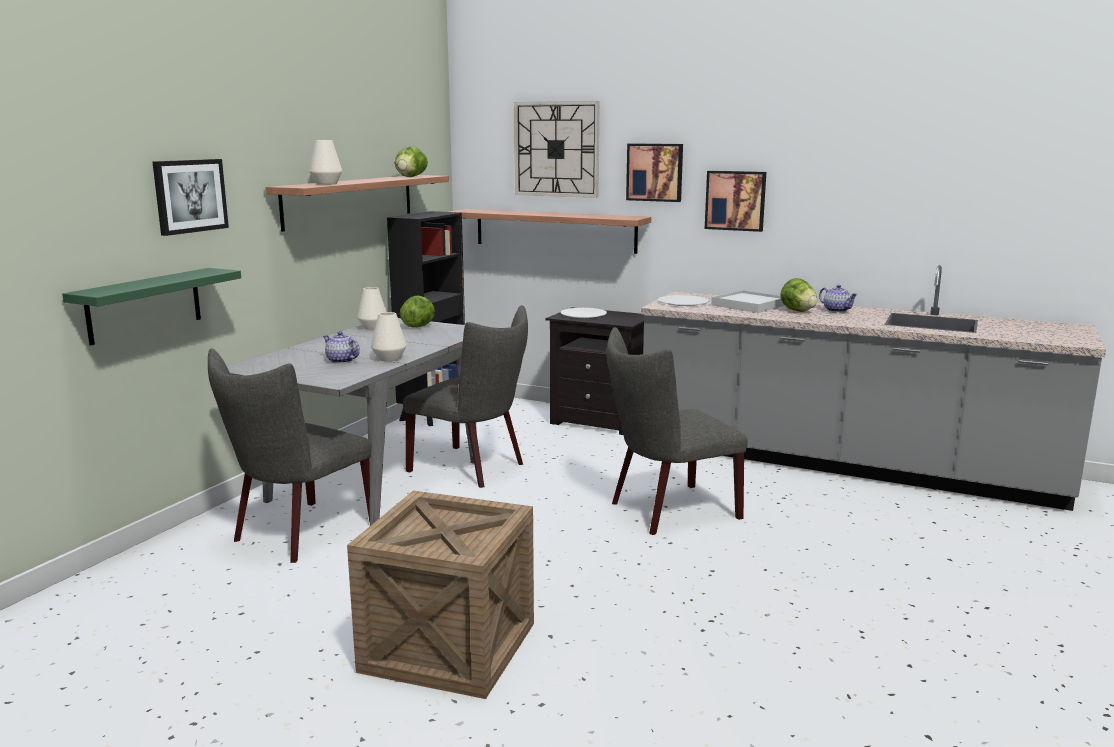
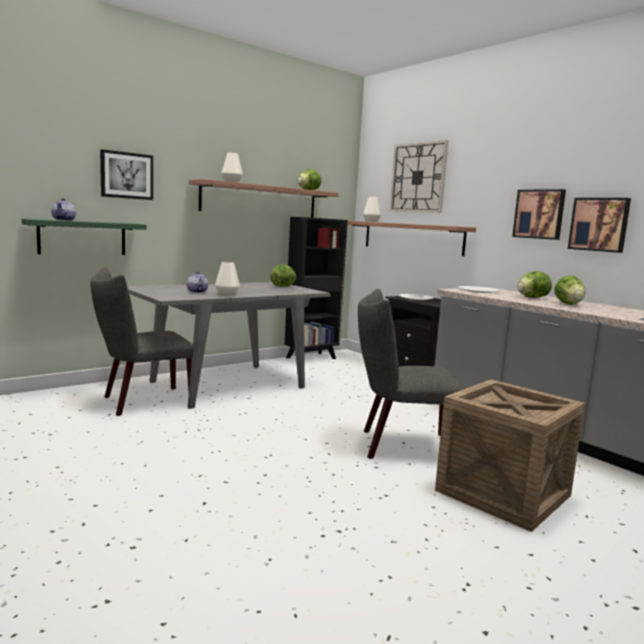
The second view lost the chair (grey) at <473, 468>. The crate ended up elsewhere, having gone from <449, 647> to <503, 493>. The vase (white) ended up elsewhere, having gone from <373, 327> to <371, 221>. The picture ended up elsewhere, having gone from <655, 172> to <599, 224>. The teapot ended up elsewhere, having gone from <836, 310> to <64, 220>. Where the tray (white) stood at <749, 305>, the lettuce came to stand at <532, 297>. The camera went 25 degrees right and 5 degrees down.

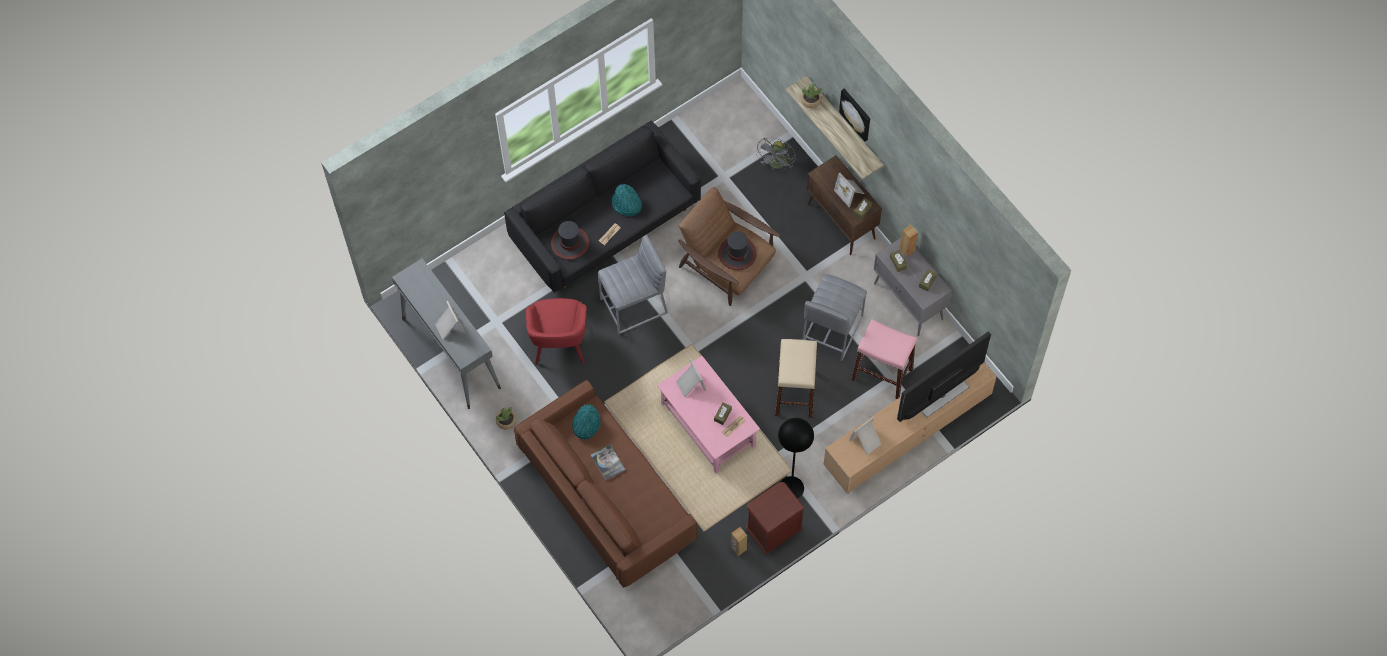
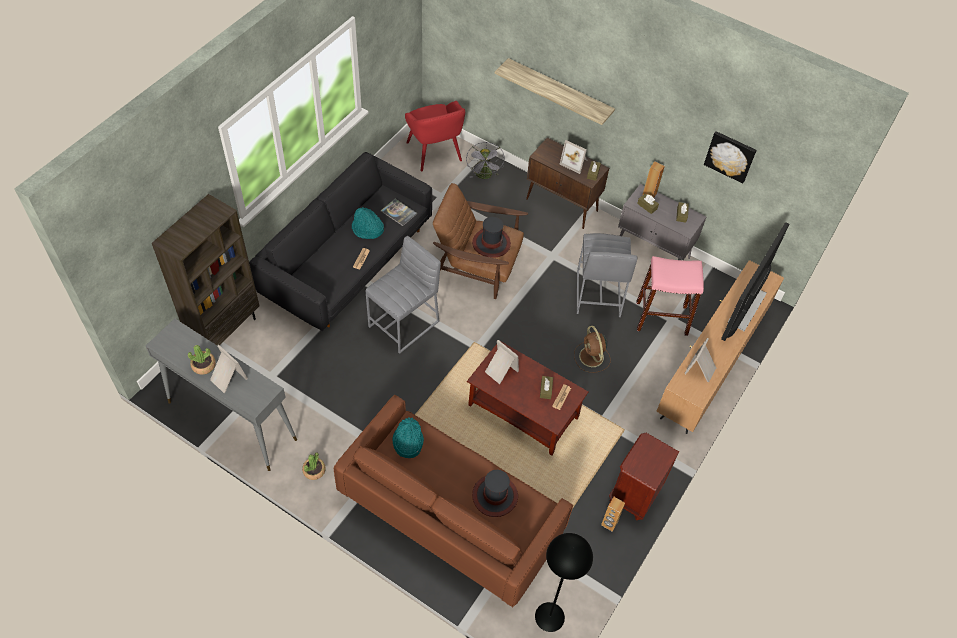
The second view gained the bookcase (brown) at <226, 330>. The armchair (red) ended up elsewhere, having gone from <559, 344> to <434, 152>. The hat ended up elsewhere, having gone from <569, 243> to <495, 496>. The book ended up elsewhere, having gone from <608, 462> to <398, 212>. The floor lamp (black) ended up elsewhere, having gone from <791, 488> to <549, 617>. The potted plant ended up elsewhere, having gone from <811, 100> to <204, 365>. The picture ended up elsewhere, having gone from <856, 114> to <730, 156>. Where the stool (beige) stood at <795, 393>, the fan (brown) came to stand at <591, 357>. What was the coffee table (pink) at <707, 424> turned into the coffee table (brown) at <522, 411>. The camera went 25 degrees left and 10 degrees down.

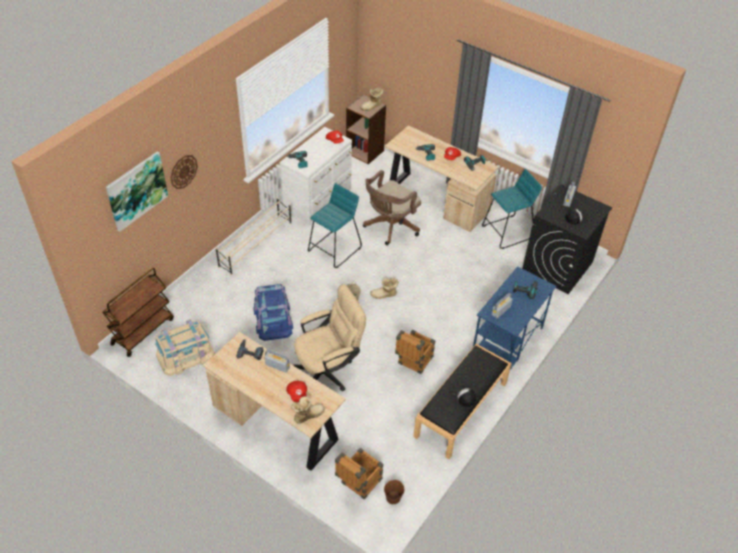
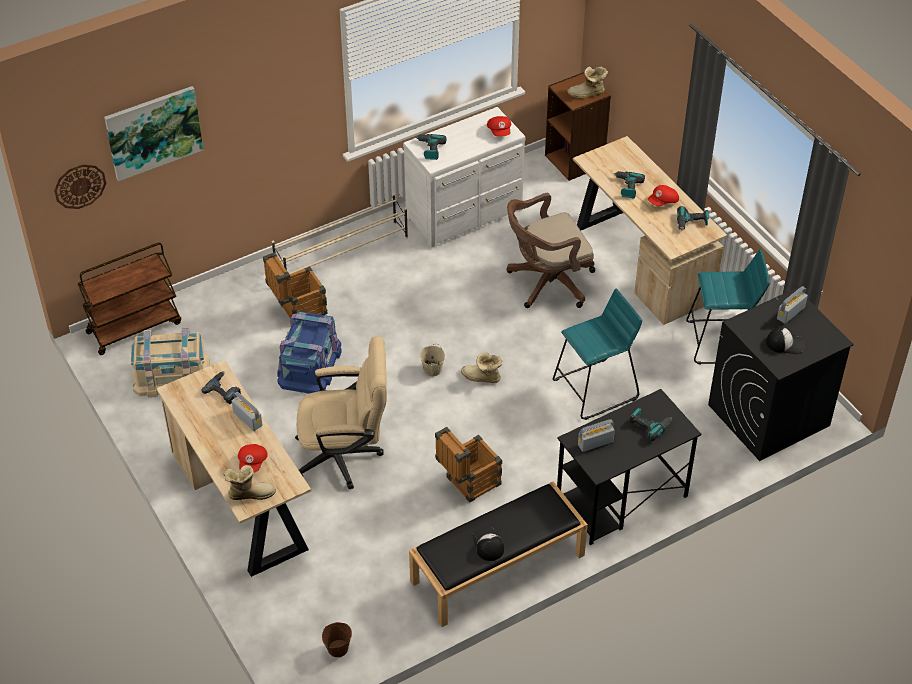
The wall clock ended up elsewhere, having gone from <183, 171> to <80, 186>. The stool (turquoise) ended up elsewhere, having gone from <335, 249> to <595, 389>. The crate ended up elsewhere, having gone from <358, 484> to <297, 310>. What was the desk (blue) at <507, 342> turned into the desk (black) at <620, 500>. The camera went 25 degrees right and 0 degrees up.

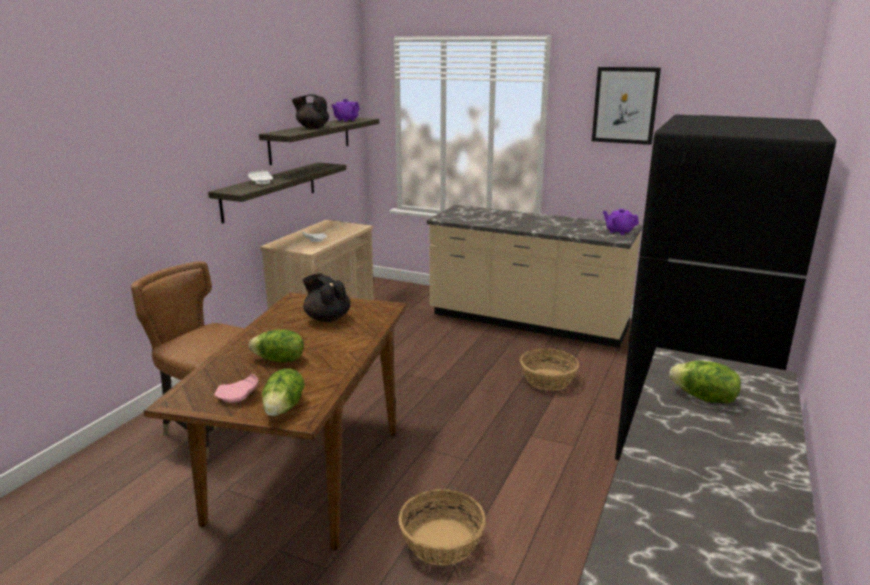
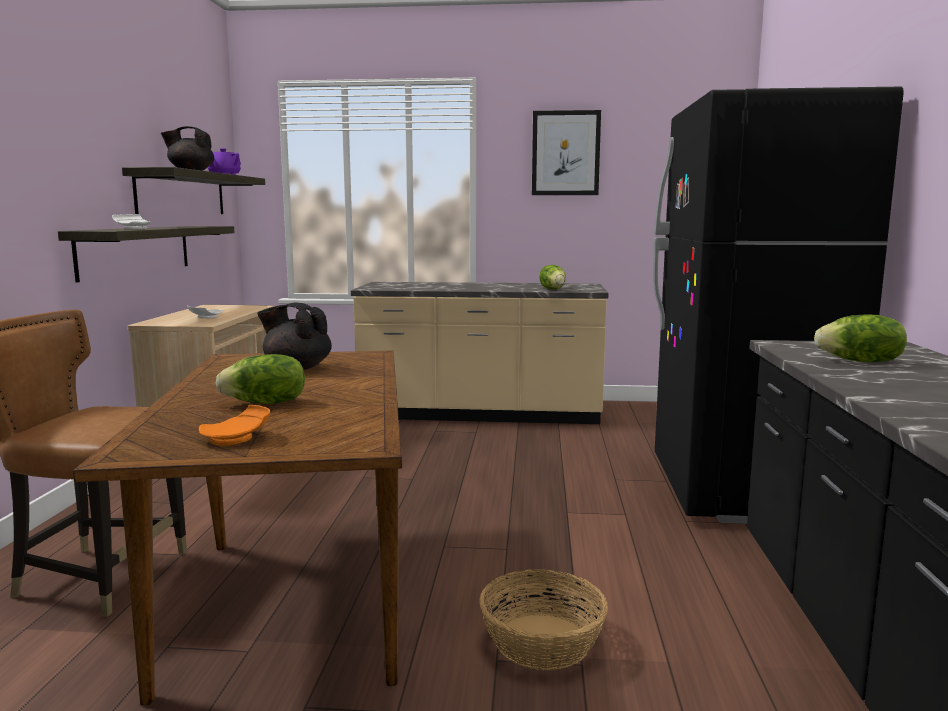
The second view lost the basket at <547, 380>. The second view lost the teapot (purple) at <619, 232>. The lettuce ended up elsewhere, having gone from <284, 408> to <553, 289>. What was the plate (pink) at <238, 397> turned into the plate (orange) at <237, 439>. The camera went 20 degrees left and 10 degrees down.

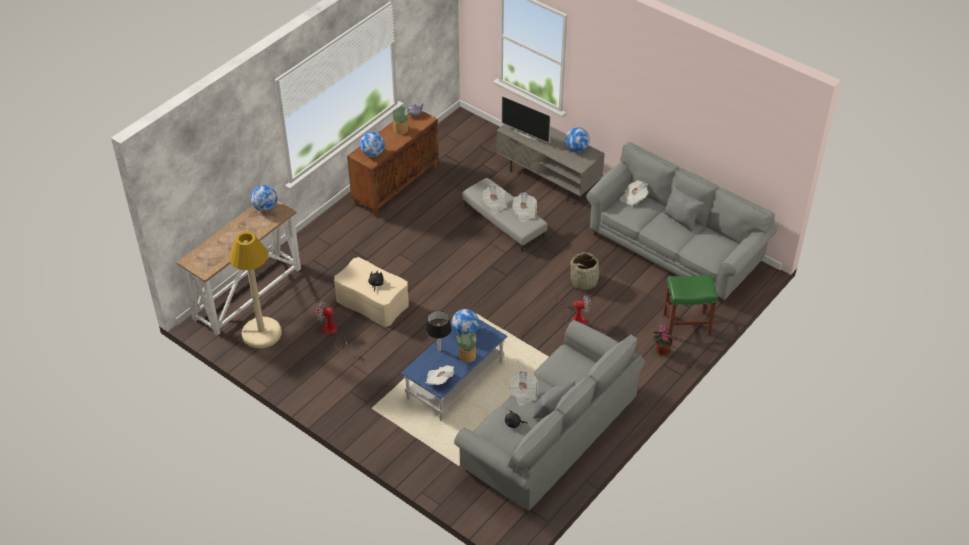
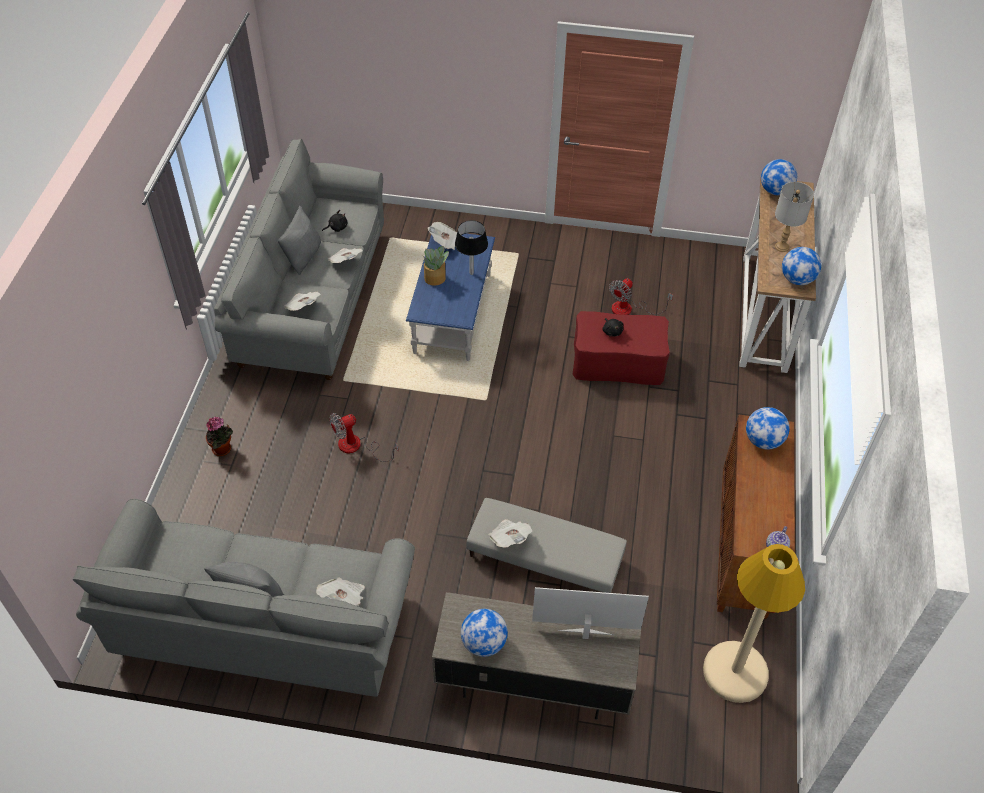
The second view lost the potted plant at <400, 130>. The second view lost the basket at <584, 281>. The second view lost the stool (green) at <685, 324>. The second view gained the table lamp (grey) at <782, 247>. The floor lamp (beige) ended up elsewhere, having gone from <261, 333> to <735, 672>. The globe ended up elsewhere, having gone from <465, 332> to <775, 191>. The newspaper ended up elsewhere, having gone from <494, 204> to <303, 307>. What was the ottoman (beige) at <372, 302> turned into the ottoman (red) at <618, 362>. The fan at <332, 333> ended up facing another way, 150 degrees clockwise from before. The camera went 150 degrees right and 5 degrees up.

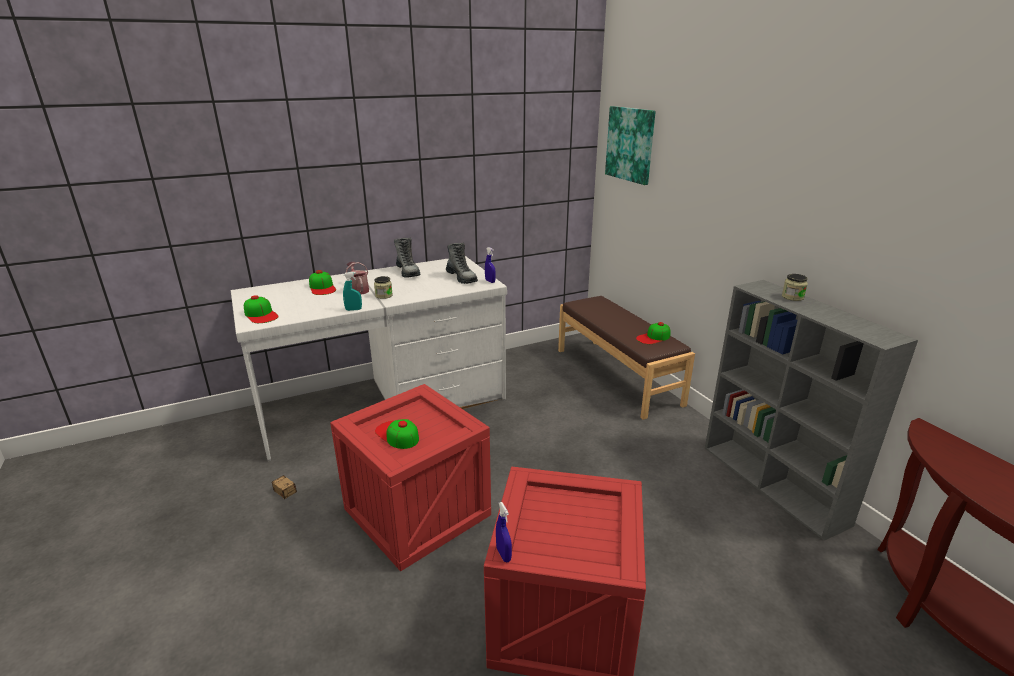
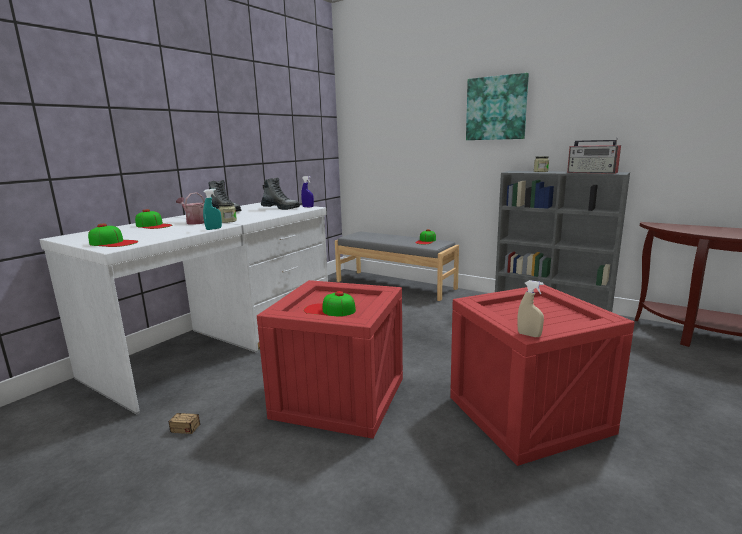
The second view gained the radio at <592, 172>. The picture ended up elsewhere, having gone from <630, 144> to <496, 108>. What was the spray bottle (blue) at <503, 554> turned into the spray bottle (beige) at <529, 335>. What was the bench (brown) at <617, 376> turned into the bench (grey) at <395, 284>. The camera went 30 degrees left and 10 degrees down.

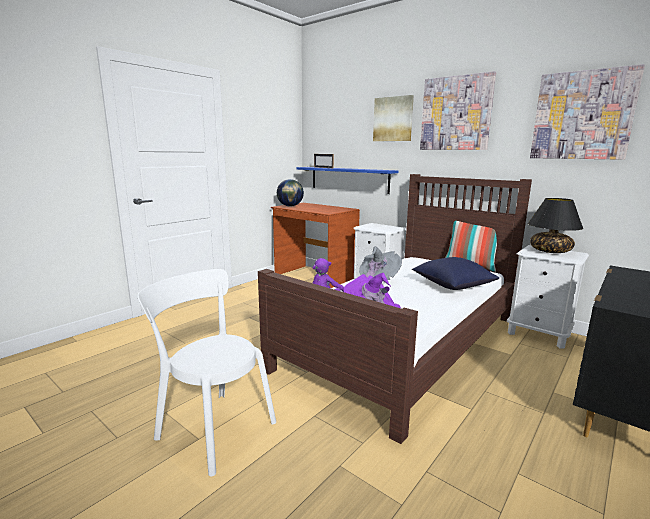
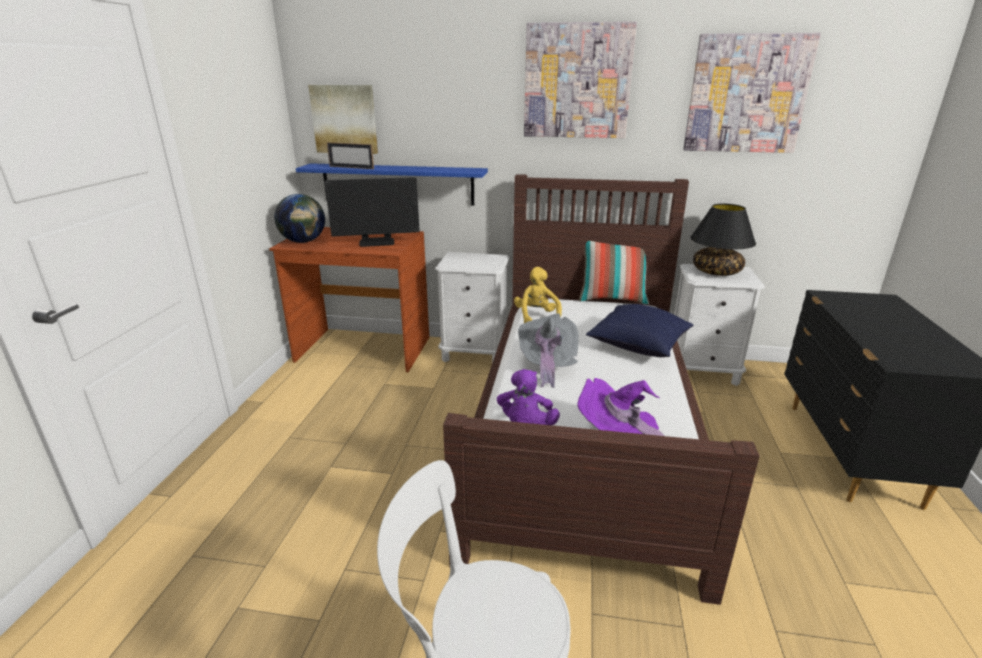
The second view gained the monitor at <377, 242>. The second view gained the plush toy (yellow) at <536, 317>. The picture ended up elsewhere, having gone from <393, 119> to <345, 119>. The camera went 30 degrees left and 10 degrees up.

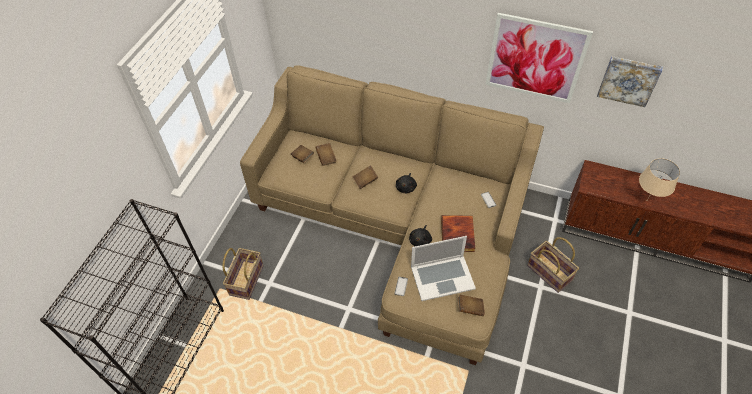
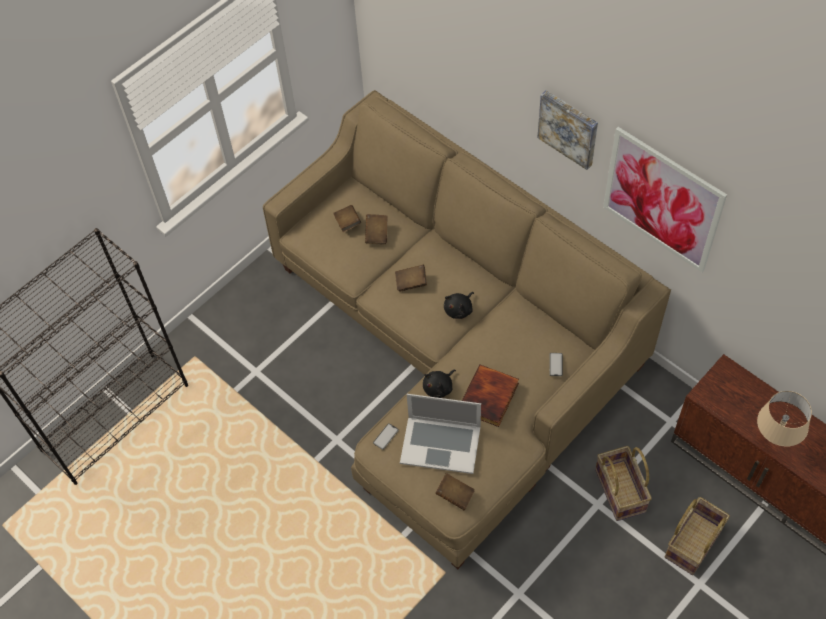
The basket ended up elsewhere, having gone from <246, 279> to <692, 542>. The picture ended up elsewhere, having gone from <628, 80> to <569, 128>. The camera went 25 degrees right and 5 degrees up.

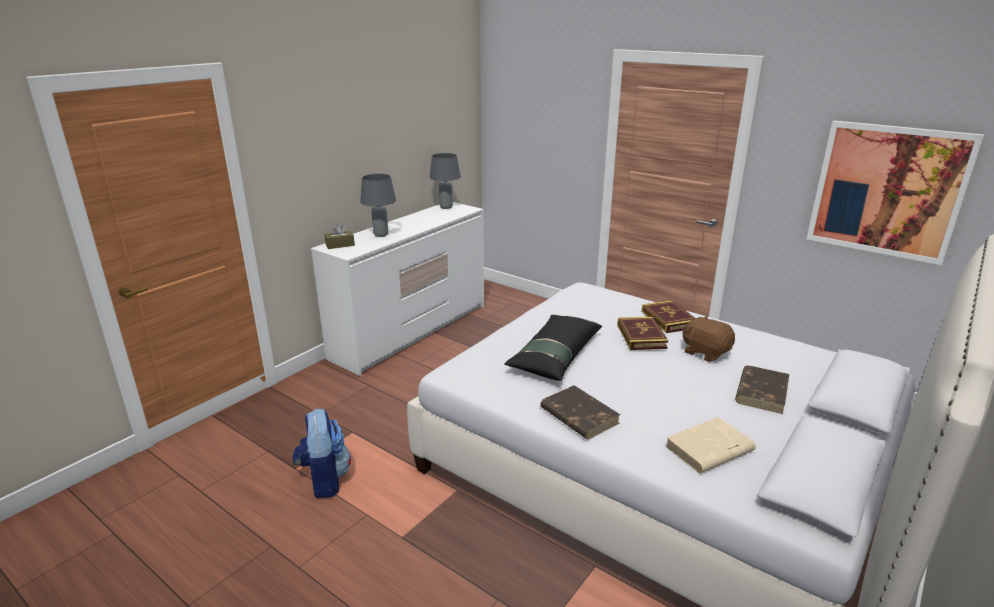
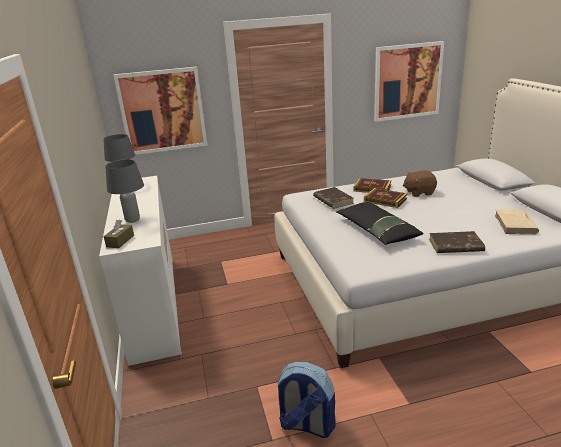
The second view gained the picture at <162, 111>. The book (brown) ended up elsewhere, having gone from <761, 391> to <333, 200>. The camera went 50 degrees left and 0 degrees up.

